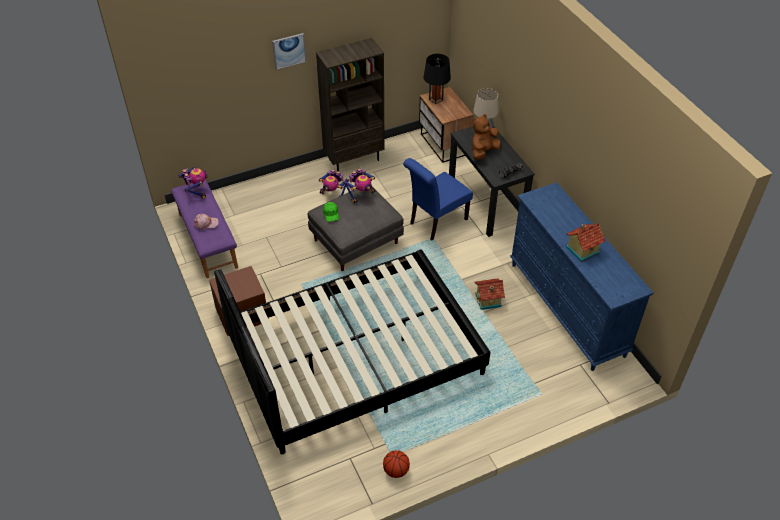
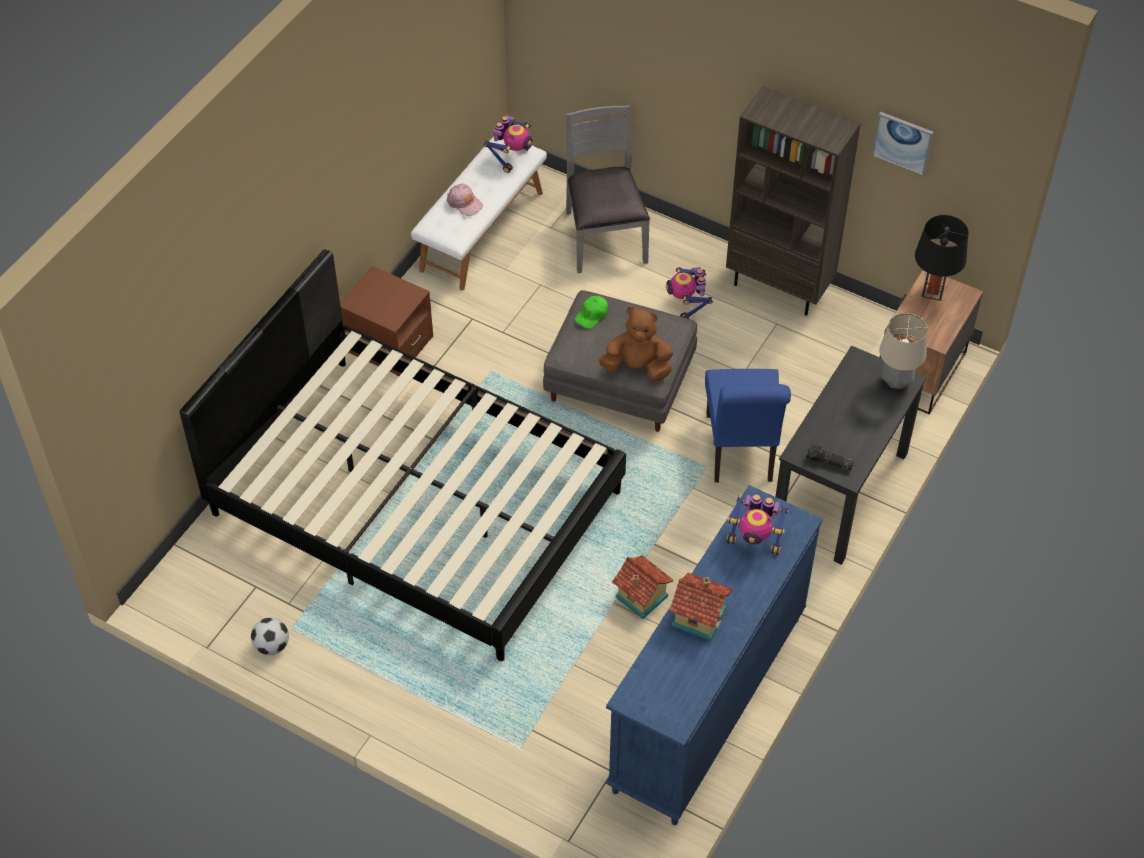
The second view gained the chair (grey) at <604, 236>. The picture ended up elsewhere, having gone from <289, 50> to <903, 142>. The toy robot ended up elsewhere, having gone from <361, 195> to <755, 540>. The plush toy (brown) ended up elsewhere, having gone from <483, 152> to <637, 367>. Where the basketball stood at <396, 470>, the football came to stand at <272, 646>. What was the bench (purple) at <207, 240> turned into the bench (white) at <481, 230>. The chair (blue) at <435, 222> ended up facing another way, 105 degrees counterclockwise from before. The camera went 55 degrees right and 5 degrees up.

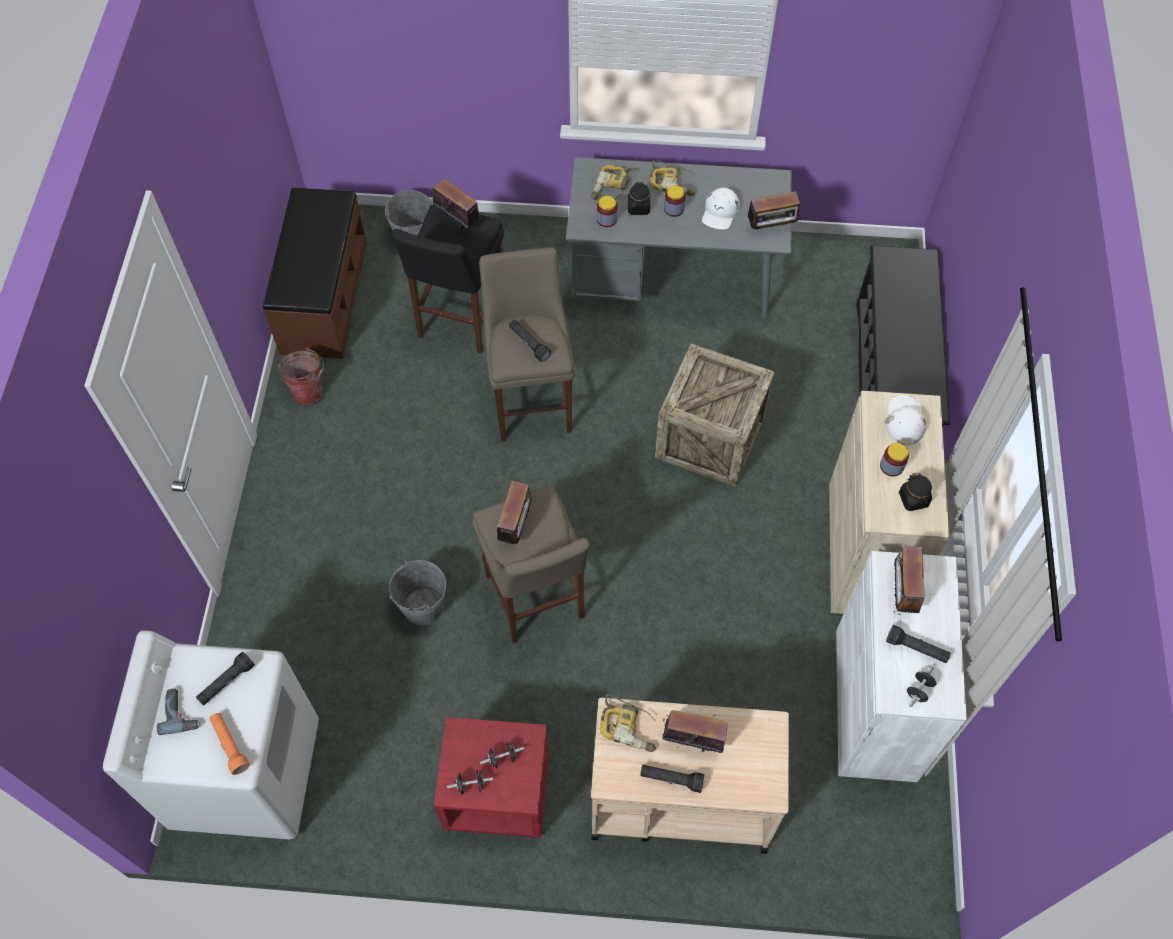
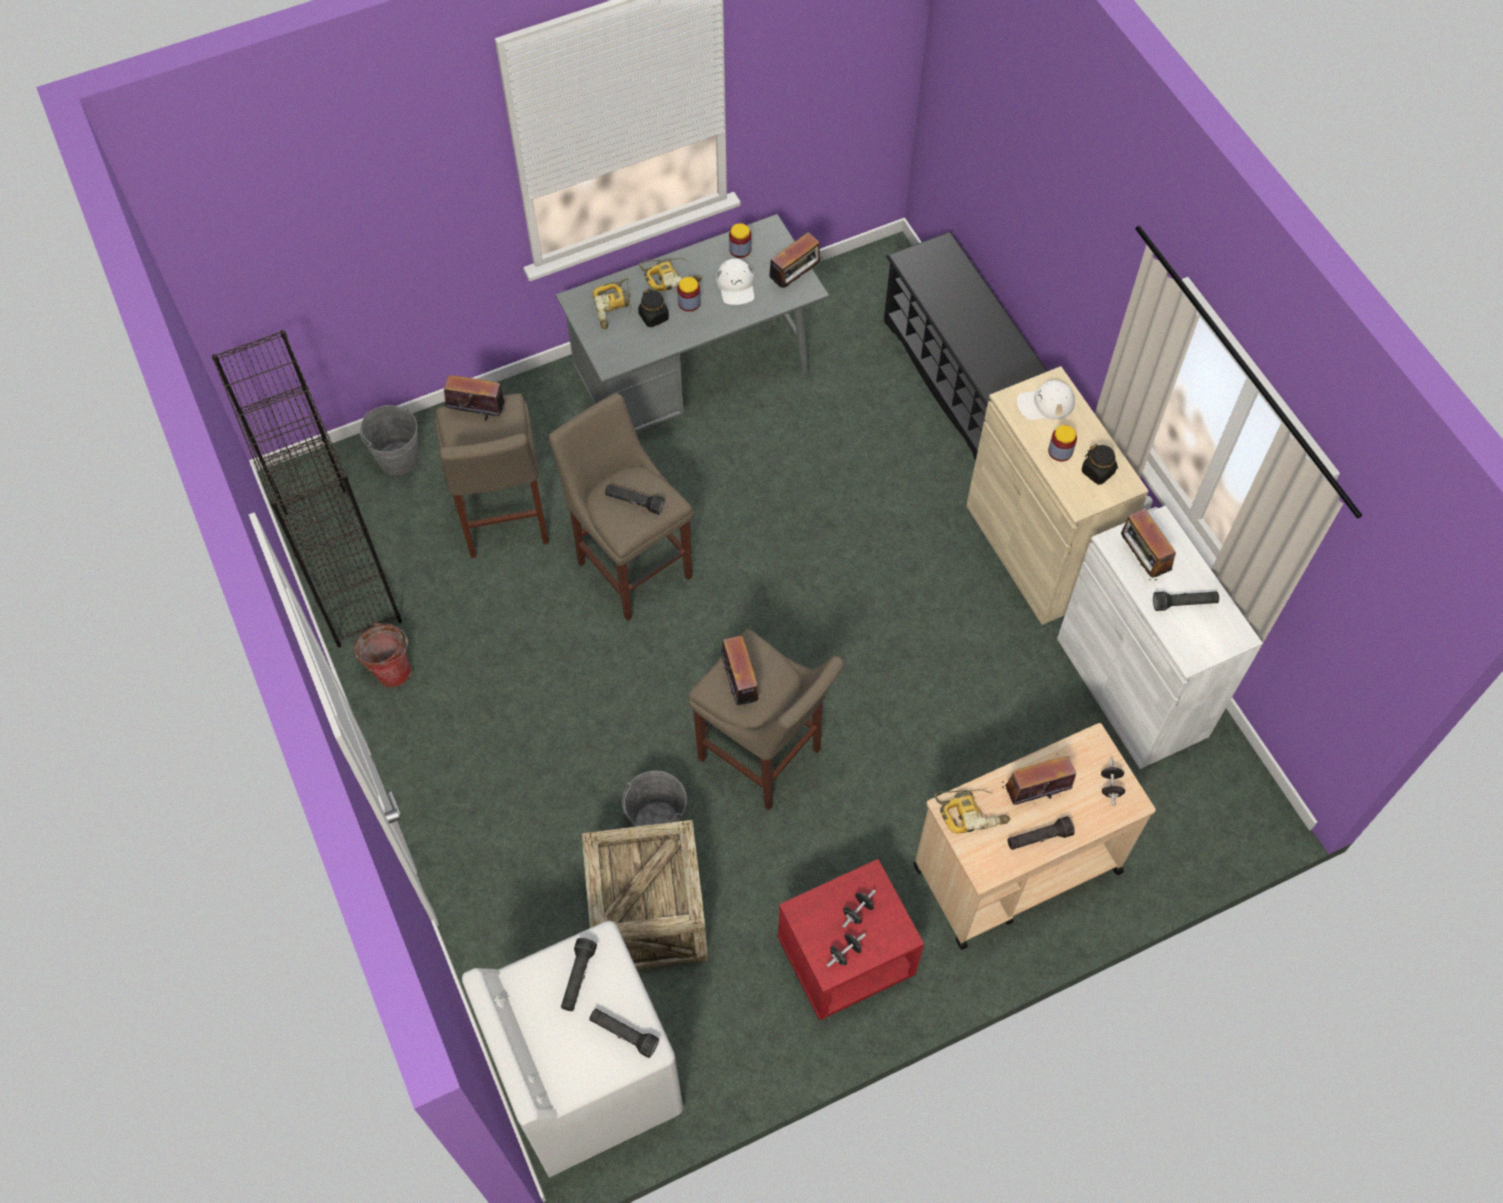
The second view lost the power drill at <181, 712>. The jar ended up elsewhere, having gone from <606, 219> to <740, 249>. The crate ended up elsewhere, having gone from <709, 438> to <648, 915>. The dumbbell (black) ended up elsewhere, having gone from <919, 690> to <1110, 786>. Where the bench (brown) stood at <323, 297>, the bookcase (black) came to stand at <340, 565>. What was the flashlight (orange) at <230, 745> turned into the flashlight (black) at <623, 1034>. What was the stool (black) at <459, 321> turned into the stool (beige) at <504, 521>. The cap (white) at <904, 421> ended up facing another way, 75 degrees counterclockwise from before. The camera went 30 degrees left and 0 degrees up.

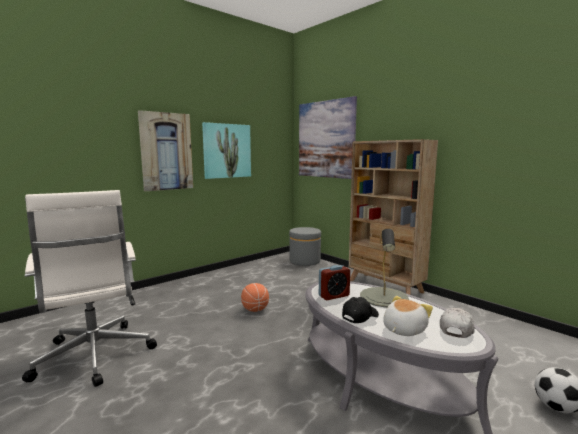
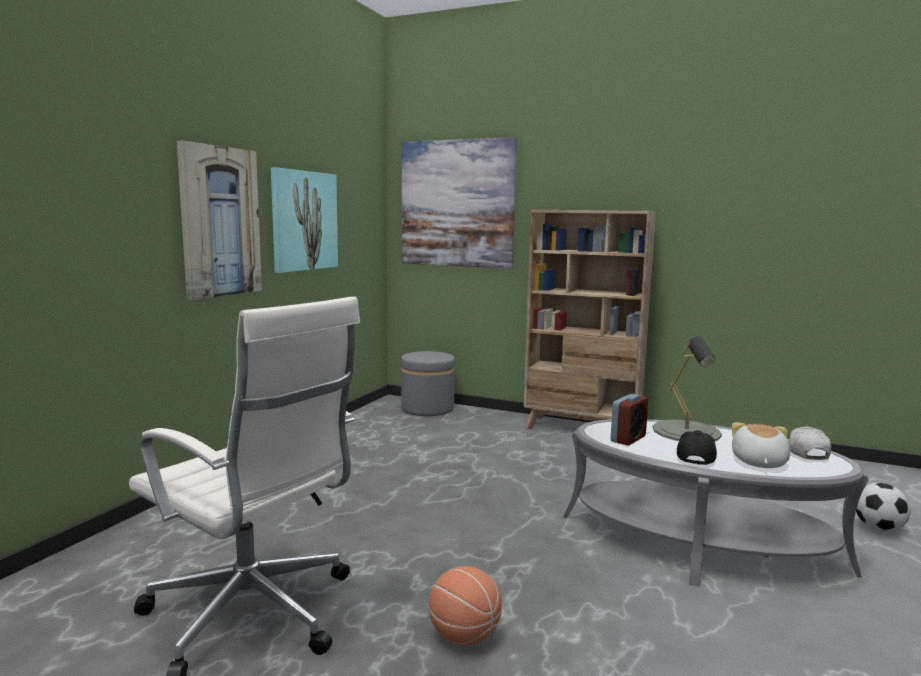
The basketball ended up elsewhere, having gone from <255, 310> to <464, 636>. The camera went 25 degrees left and 0 degrees up.

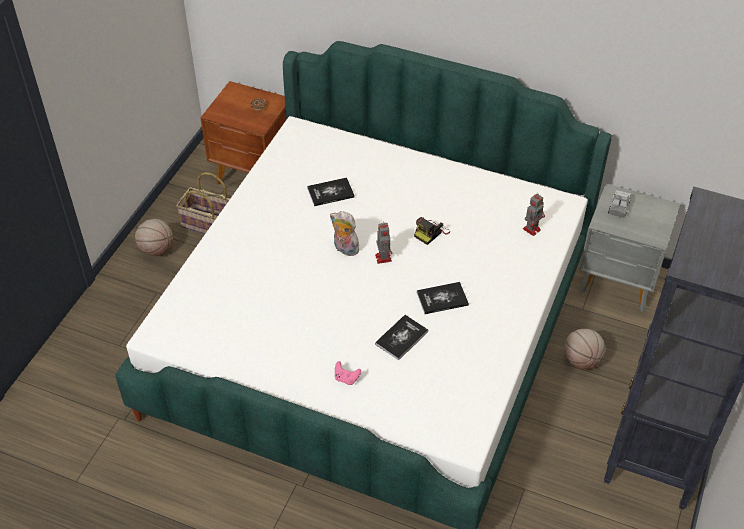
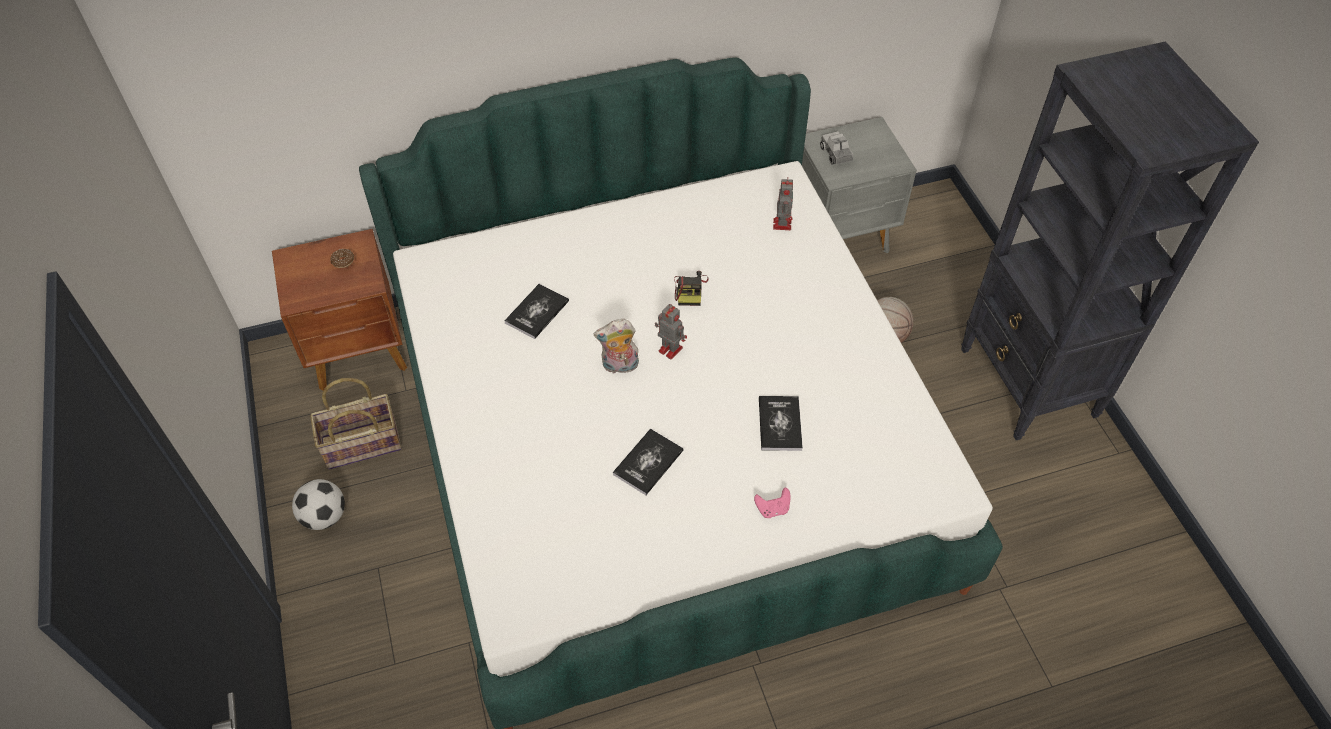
The book ended up elsewhere, having gone from <442, 299> to <648, 462>. Where the basketball stood at <156, 249>, the football came to stand at <324, 516>. The camera went 40 degrees left and 5 degrees up.

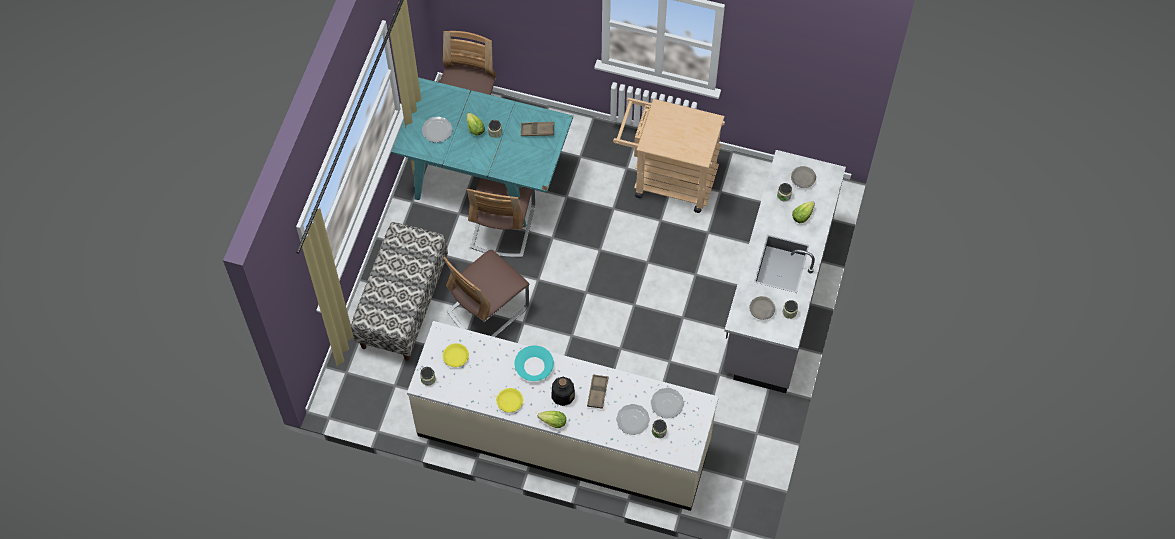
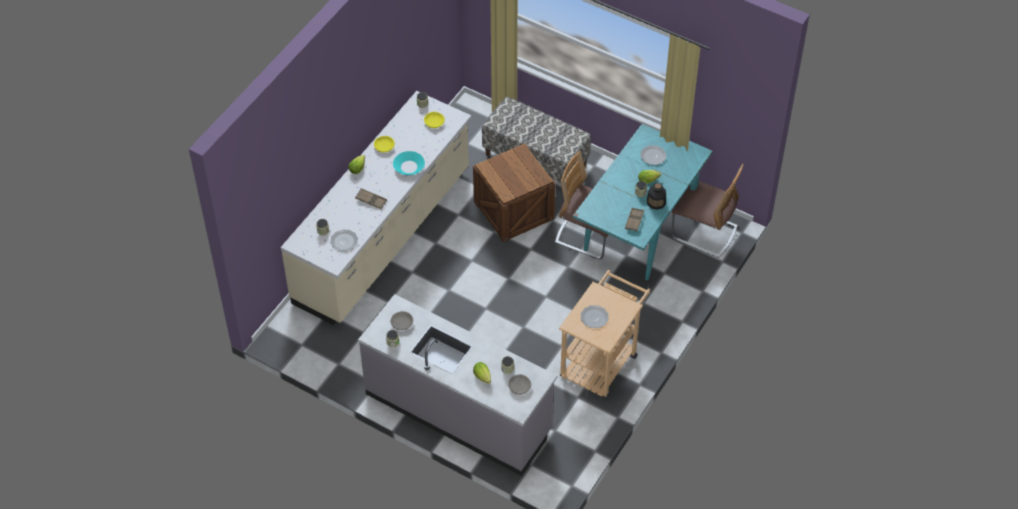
The bottle ended up elsewhere, having gone from <562, 395> to <656, 202>. The plate ended up elsewhere, having gone from <633, 420> to <594, 318>. Where the chair stood at <488, 310>, the crate came to stand at <513, 211>. The camera went 105 degrees right and 10 degrees down.

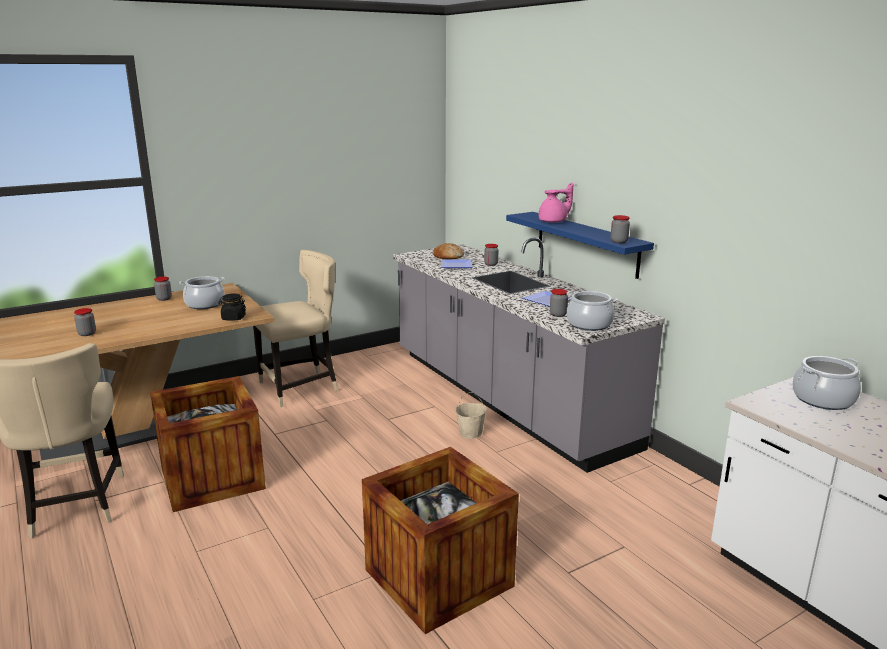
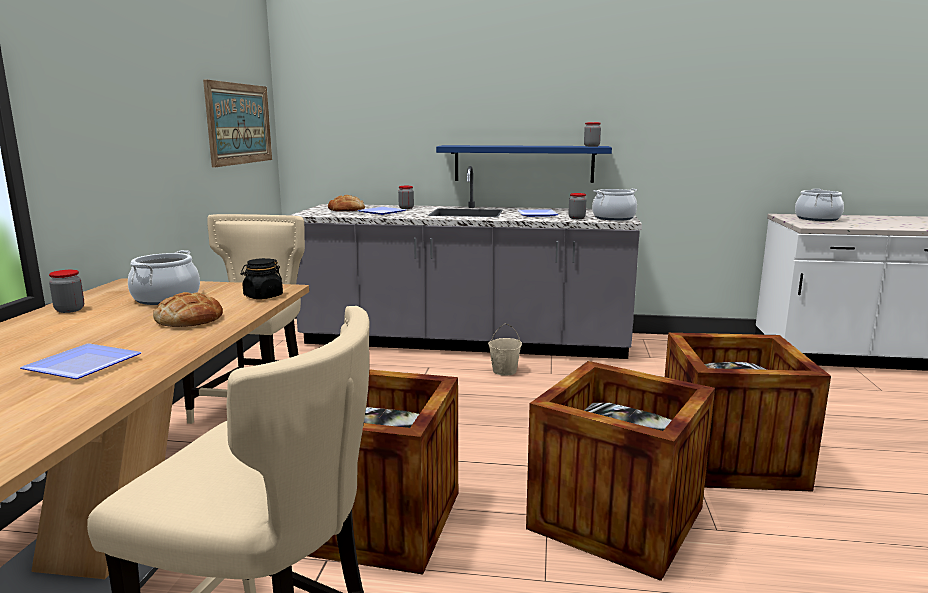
The second view lost the teapot (pink) at <554, 221>. The second view gained the bread at <189, 319>. The second view gained the picture at <239, 123>. The second view gained the crate at <616, 518>. Where the jar stood at <87, 334>, the plate came to stand at <83, 366>. The camera went 50 degrees left and 5 degrees down.

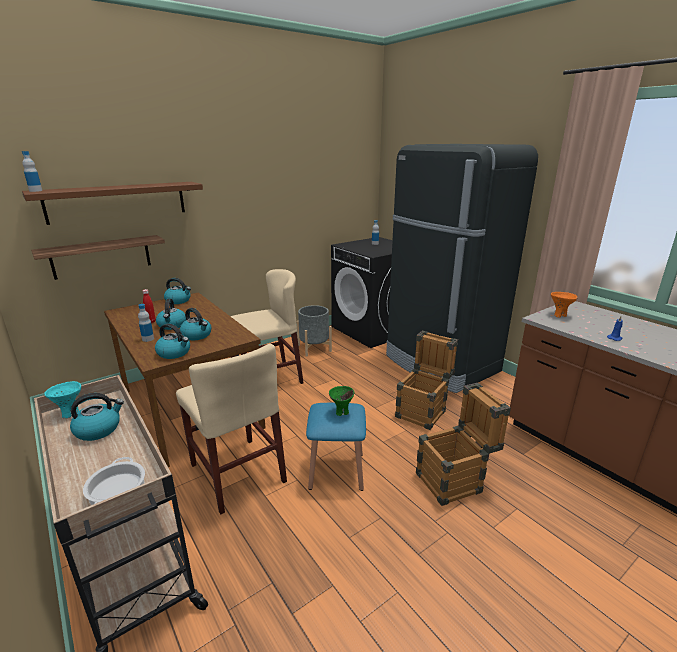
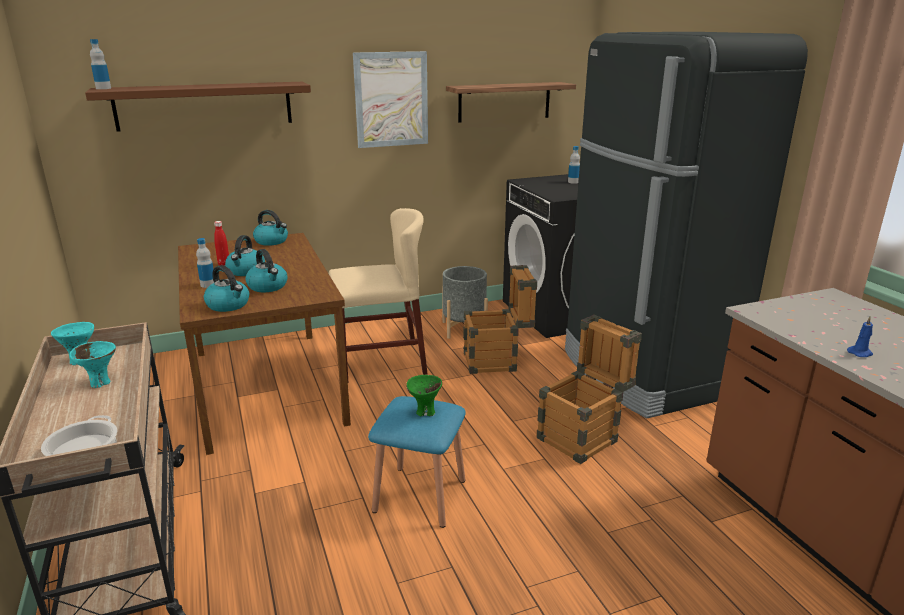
The second view lost the chair (beige) at <237, 473>. The second view lost the bowl (orange) at <559, 315>. The second view gained the picture at <391, 99>. The shelf ended up elsewhere, having gone from <101, 257> to <504, 102>. The crate ended up elsewhere, having gone from <455, 480> to <497, 361>. Where the kettle stood at <98, 429>, the bowl (turquoise) came to stand at <100, 382>. The camera went 15 degrees right and 0 degrees up.

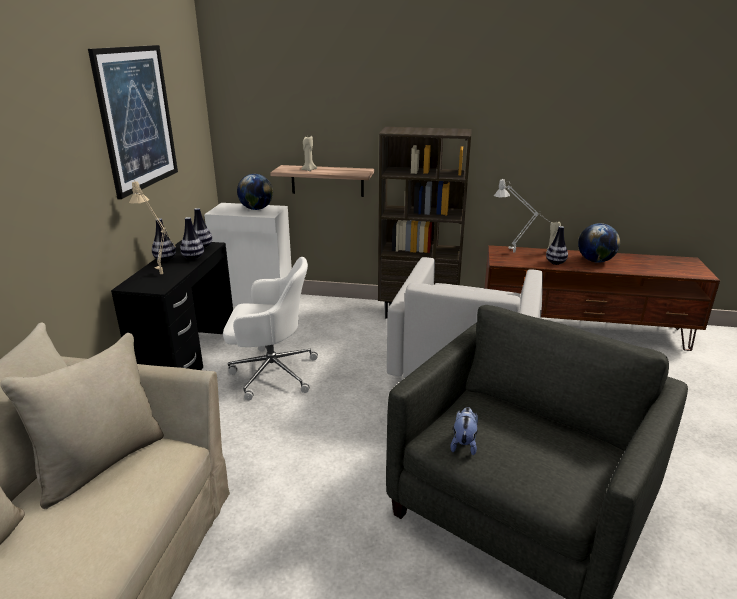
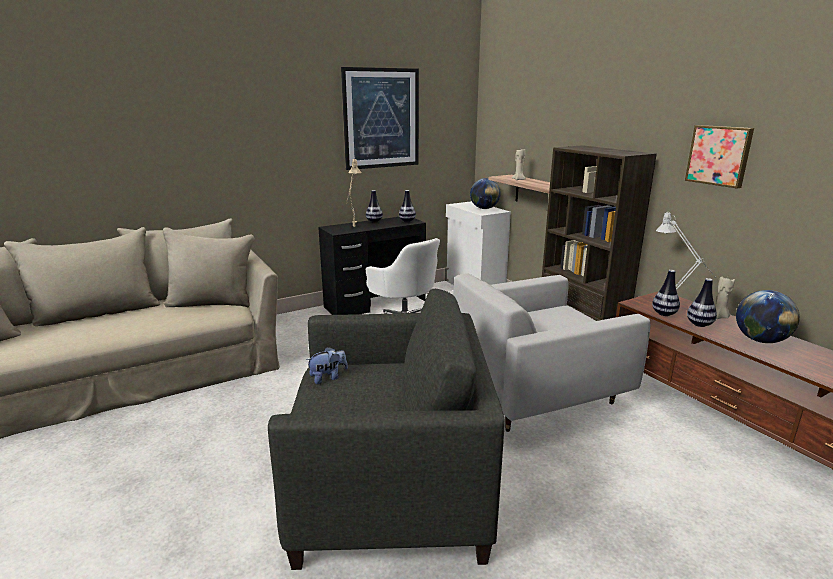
The second view gained the picture at <719, 155>. The vase ended up elsewhere, having gone from <193, 258> to <664, 314>. The camera went 50 degrees right and 5 degrees down.

